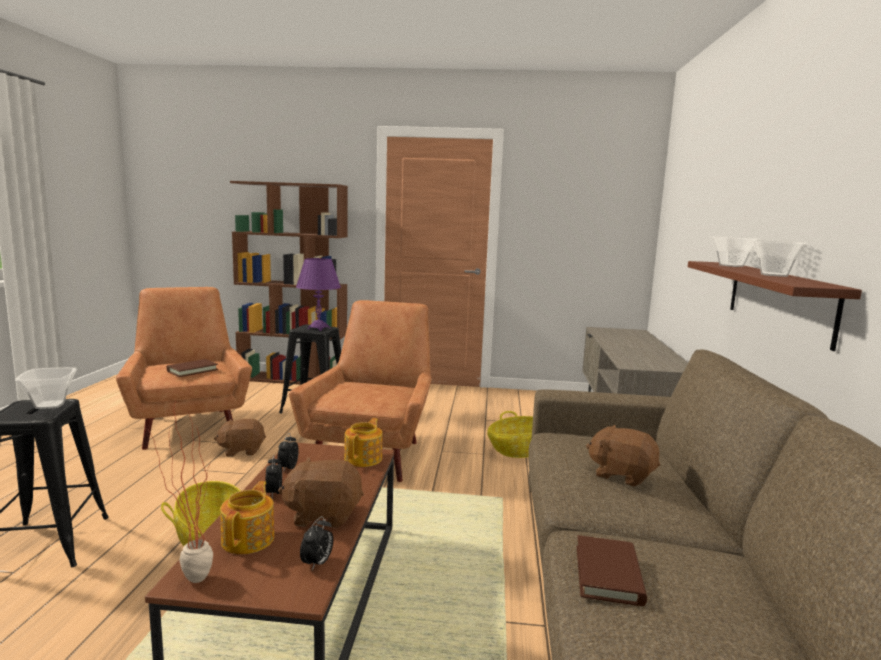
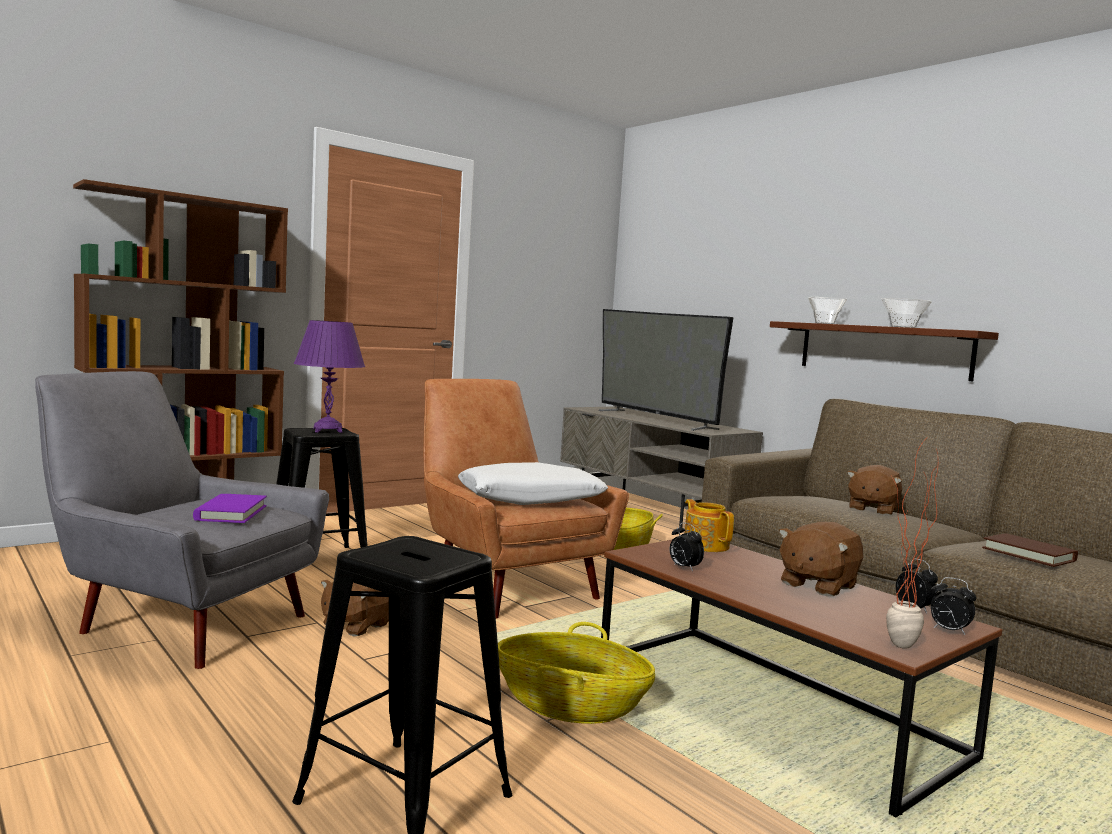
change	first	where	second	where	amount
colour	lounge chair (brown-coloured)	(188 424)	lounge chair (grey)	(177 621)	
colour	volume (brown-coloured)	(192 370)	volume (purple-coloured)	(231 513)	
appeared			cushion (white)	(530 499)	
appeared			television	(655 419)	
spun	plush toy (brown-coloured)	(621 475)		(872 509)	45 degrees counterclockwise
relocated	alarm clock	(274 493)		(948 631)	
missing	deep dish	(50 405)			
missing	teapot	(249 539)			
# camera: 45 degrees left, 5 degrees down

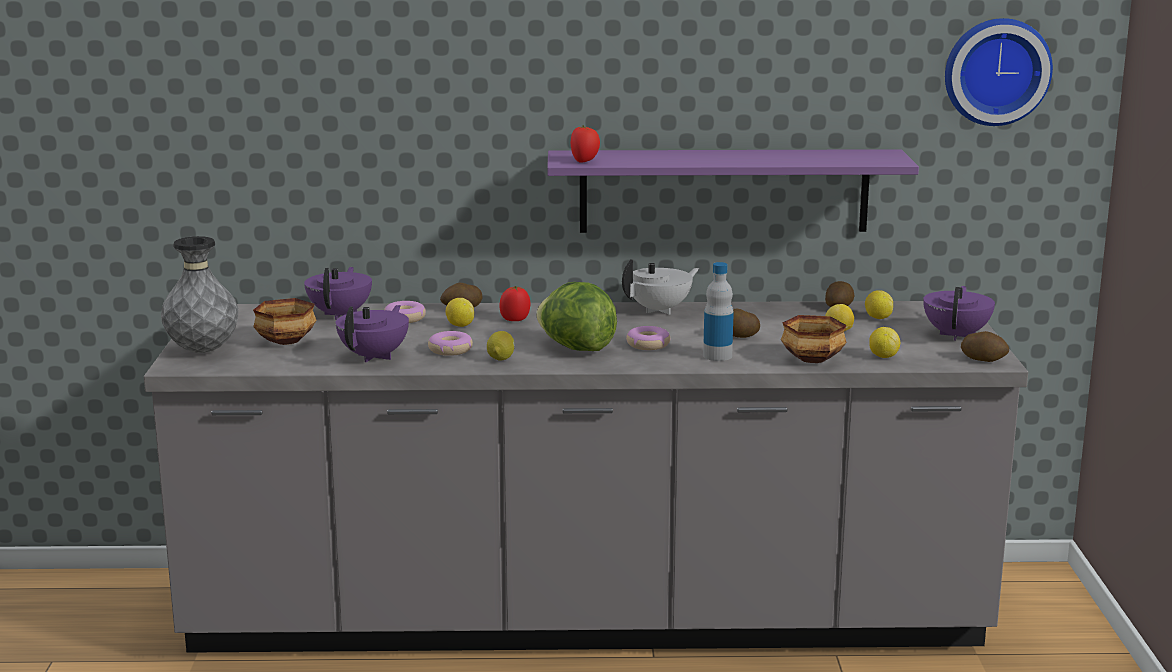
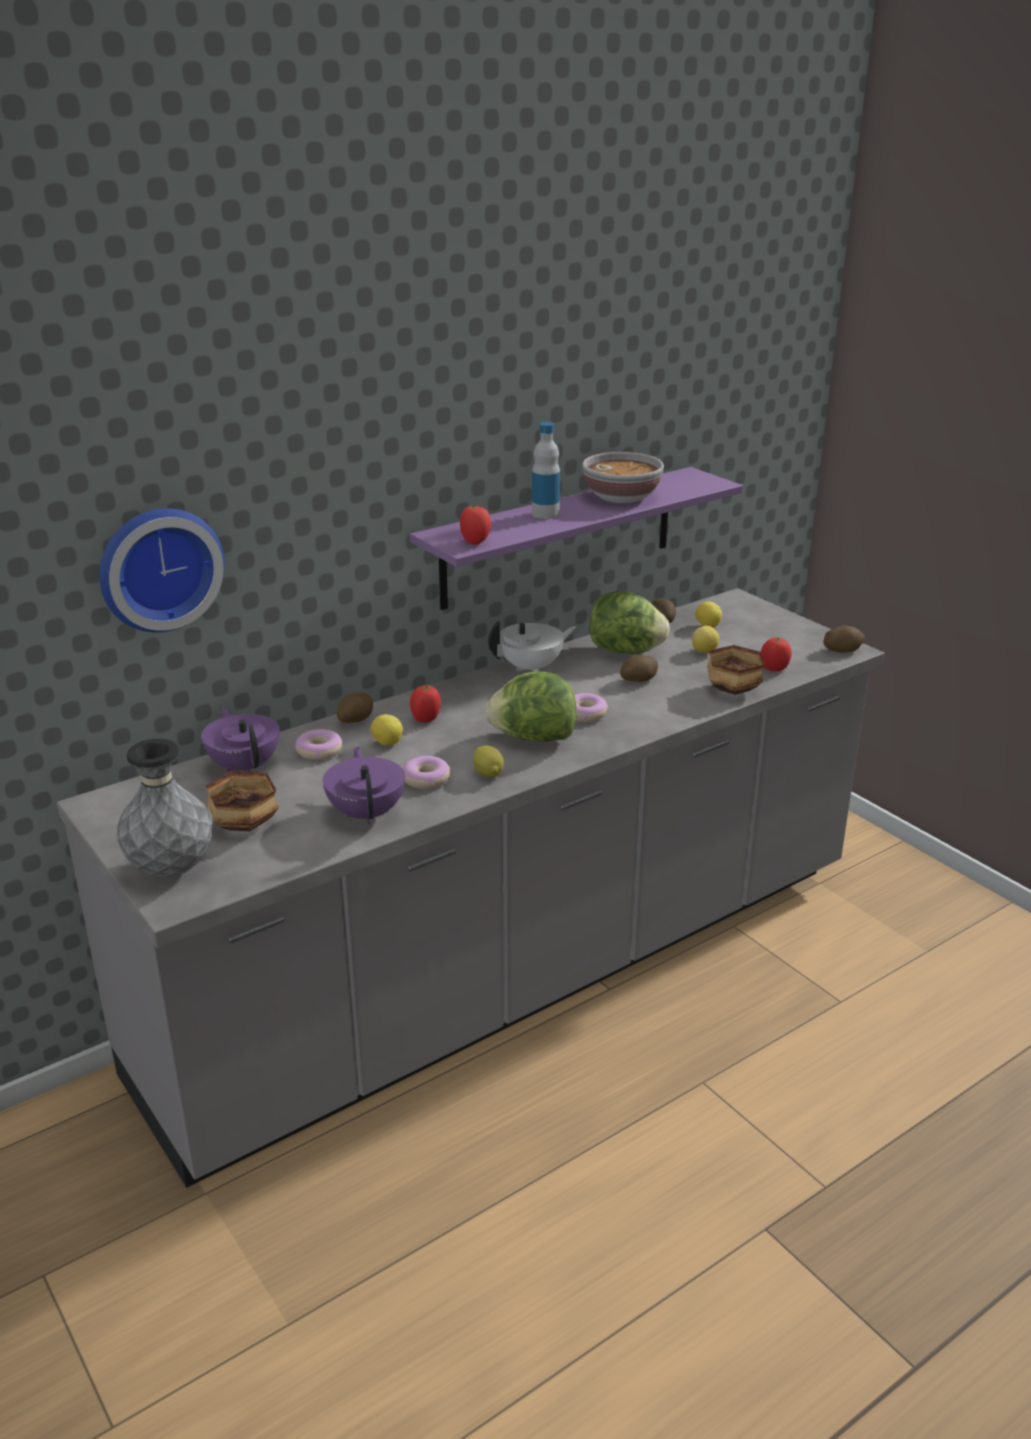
change	first	where	second	where	amount
relocated	wall clock	(995 71)		(158 567)	
spun	teapot (white)	(660 310)		(532 668)	45 degrees clockwise
relocated	beverage bottle	(717 356)		(545 514)	
appeared			deep dish	(622 497)	
appeared			lettuce head	(626 651)	
exchanged	citrus fruit	(883 356)	fresh tomato	(774 669)	
missing	teapot (purple-coloured)	(957 335)			
# camera: 35 degrees left, 10 degrees up

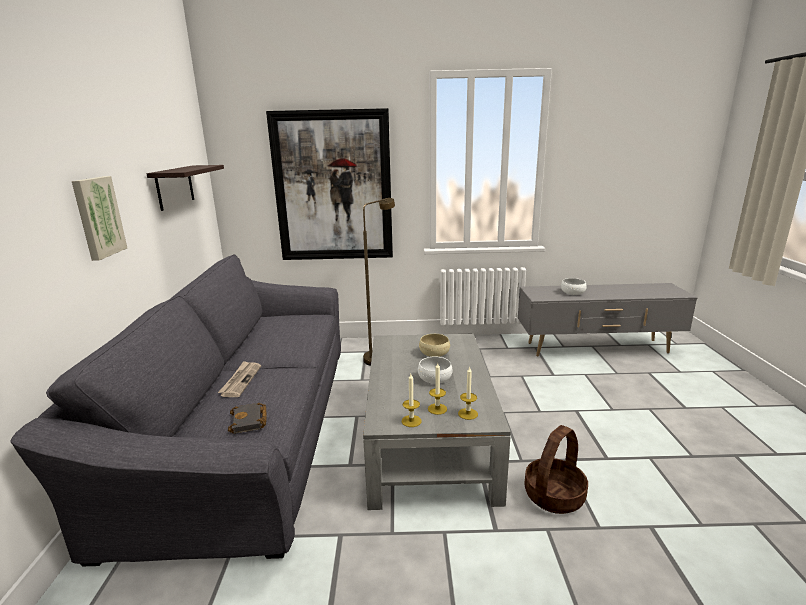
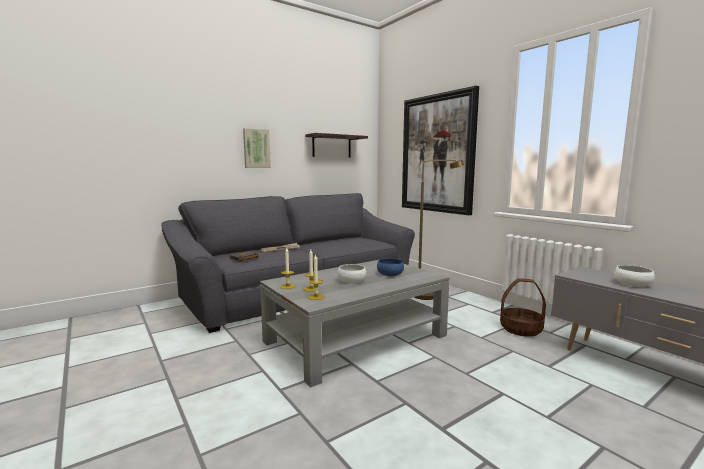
change	first	where	second	where	amount
colour	deep dish (beige)	(434 353)	deep dish (bluish)	(390 274)	
relocated	storage basket	(554 495)		(521 329)	
# camera: 55 degrees right, 10 degrees down

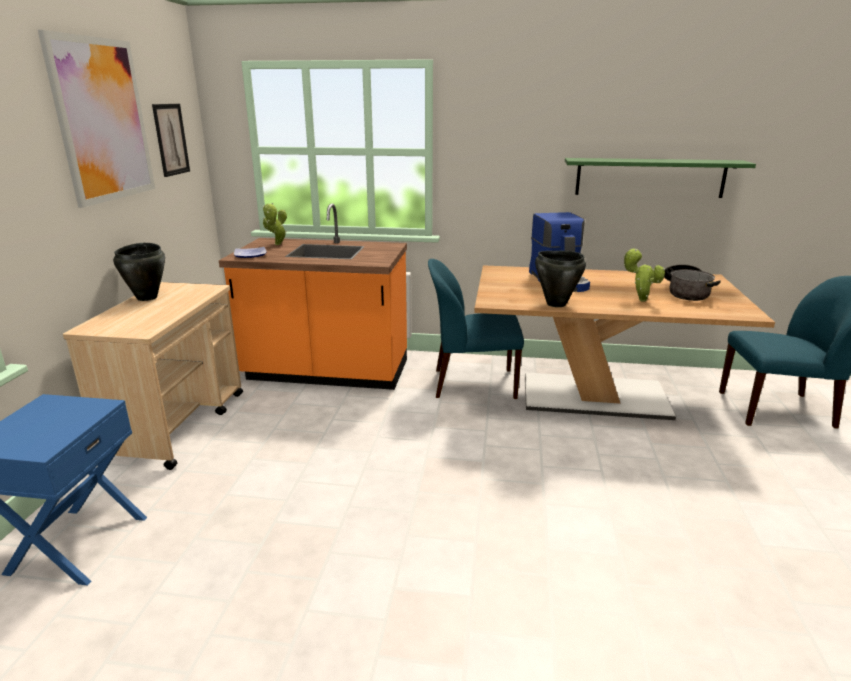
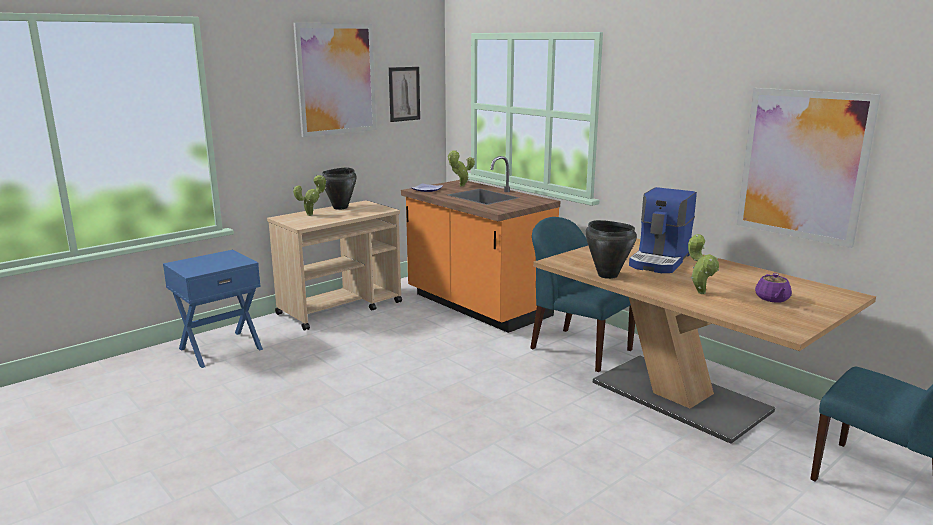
change	first	where	second	where	amount
appeared			potted plant	(312 215)	
exchanged	wall shelf (green)	(649 177)	wall art	(803 165)	
exchanged	stockpot	(685 292)	teapot (purple-coloured)	(772 299)	
# camera: 40 degrees right, 5 degrees down

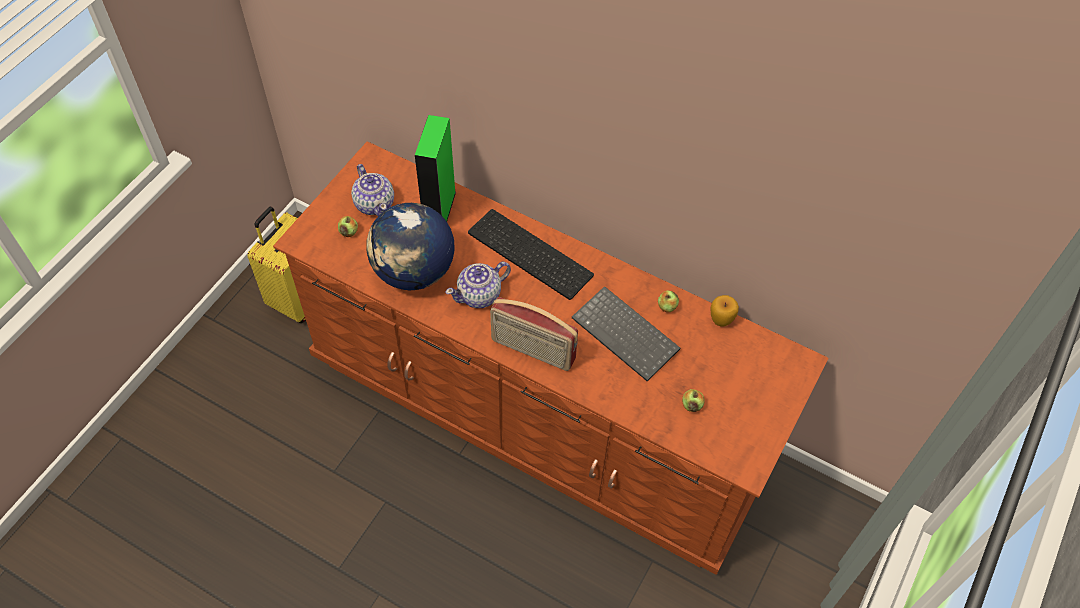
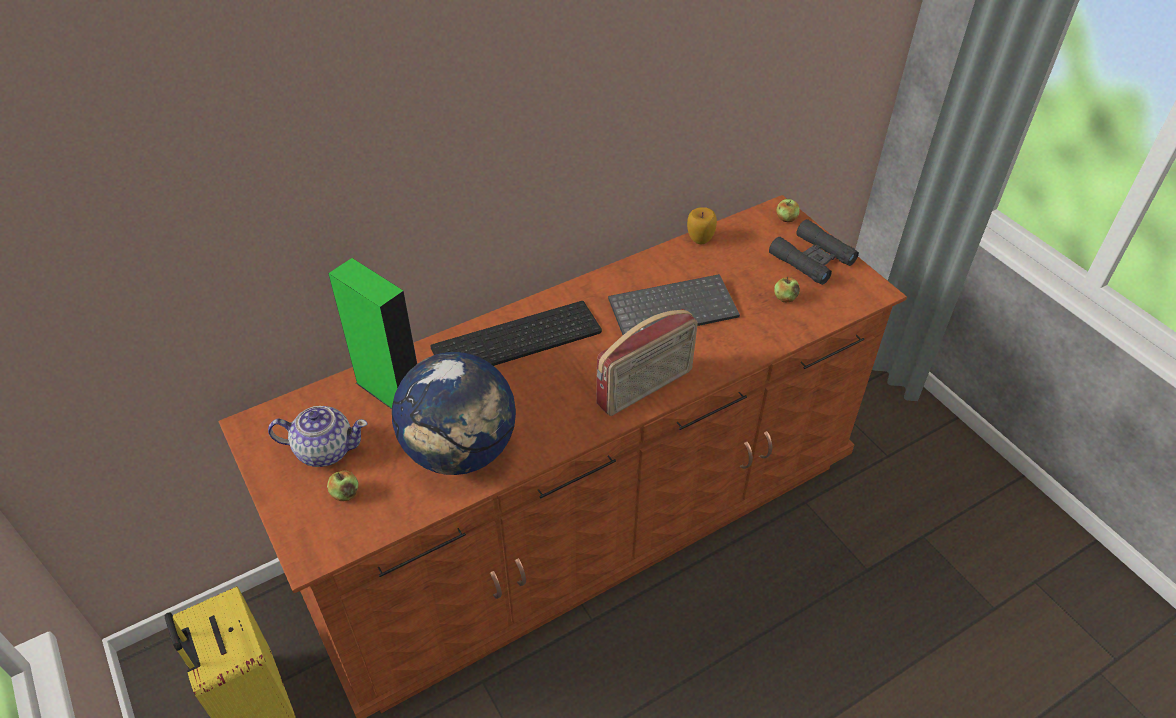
change	first	where	second	where	amount
appeared			field glasses (blackish)	(812 259)	
relocated	whole apple	(667 306)		(786 218)	
missing	teapot	(480 295)			
# camera: 60 degrees left, 10 degrees down

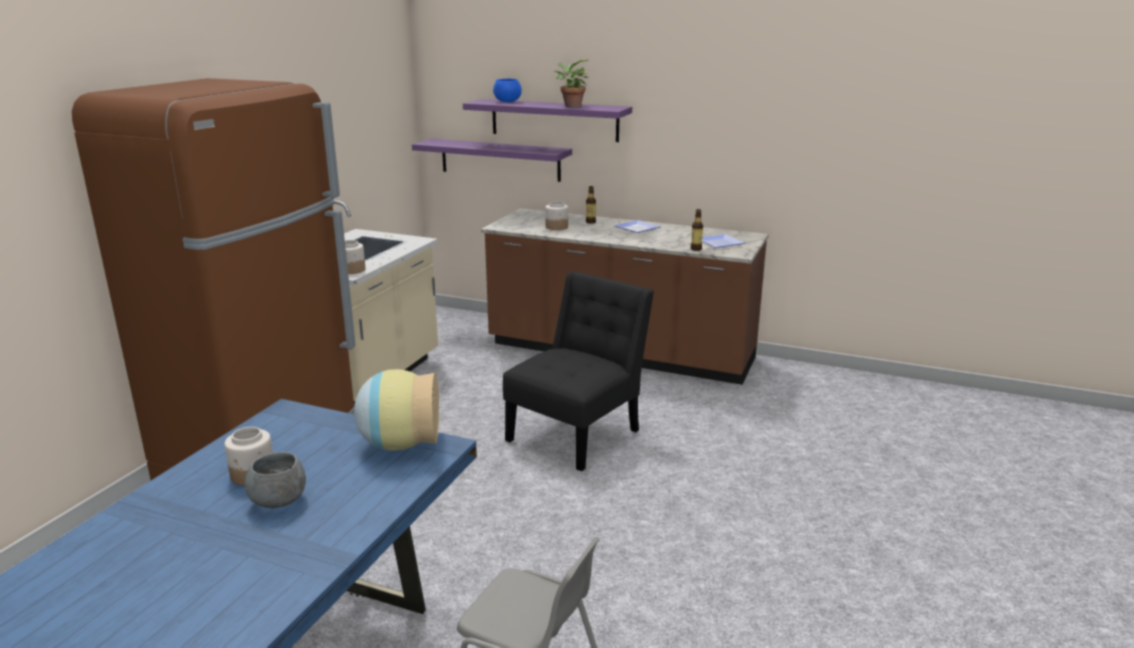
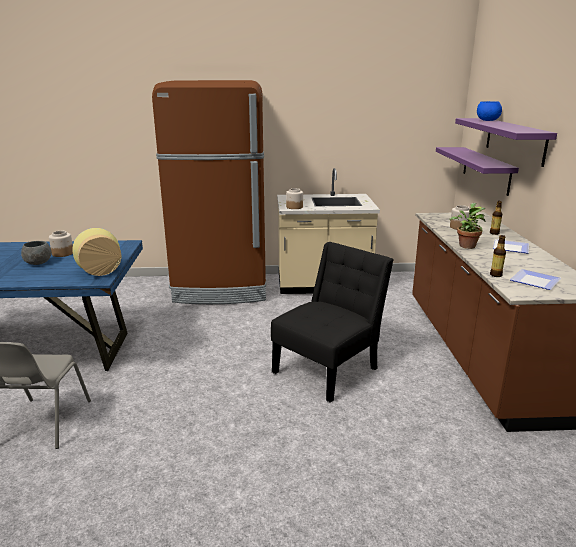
change	first	where	second	where	amount
spun	upright chair (blackish)	(578 433)		(329 368)	60 degrees counterclockwise
relocated	potted plant	(570 106)		(466 245)	
# camera: 65 degrees right, 0 degrees up

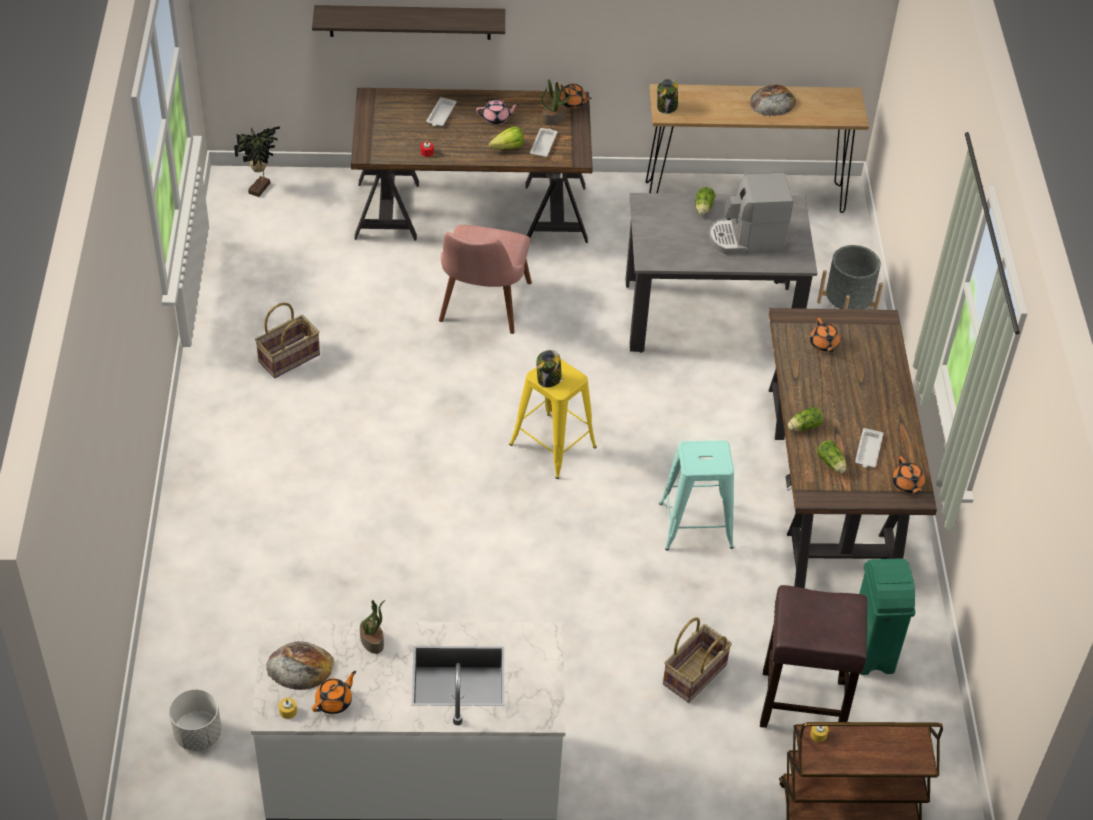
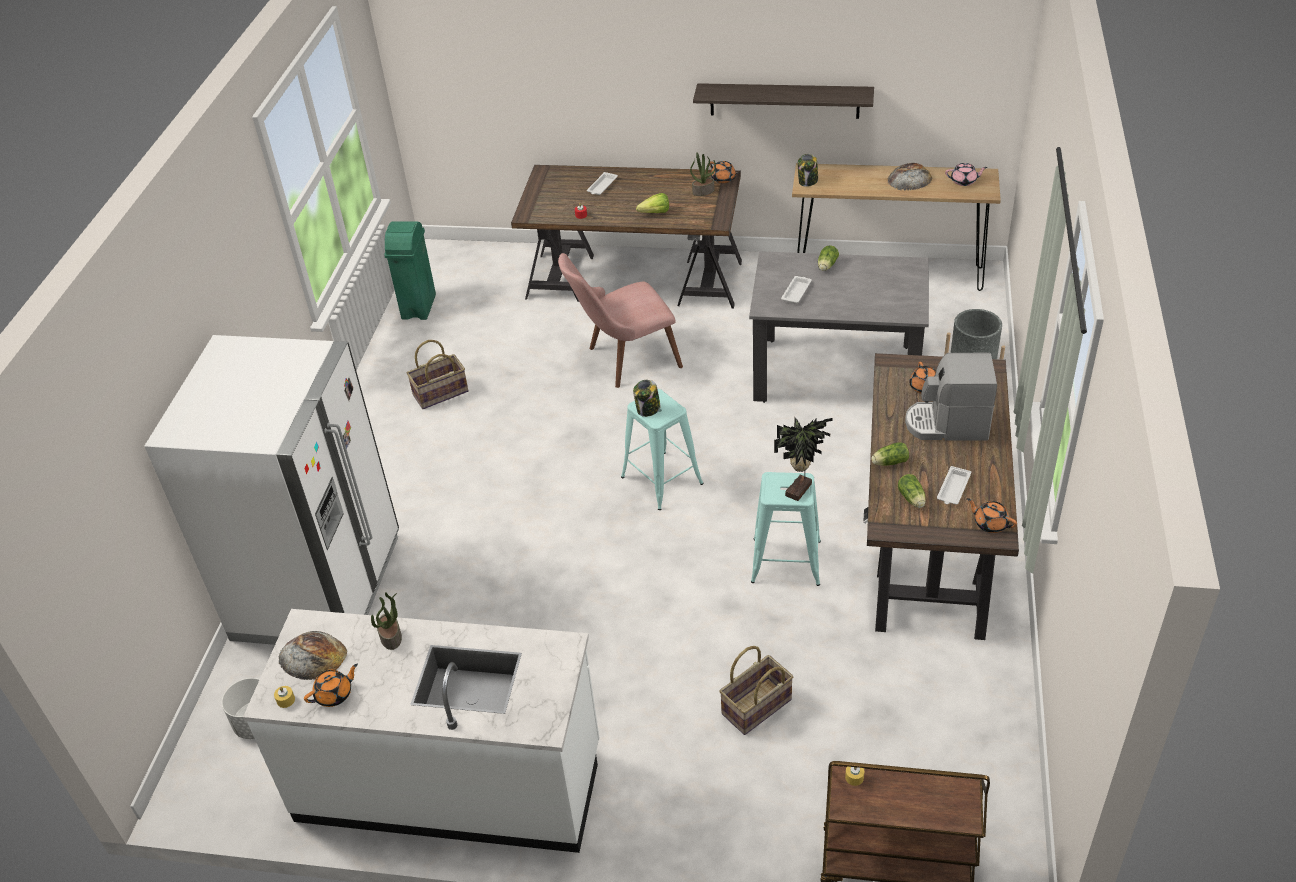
change	first	where	second	where	amount
appeared			refrigerator (white)	(319 587)	
relocated	trash can (green)	(871 652)		(418 307)	
spun	upright chair (pink-coloured)	(482 310)		(623 361)	45 degrees clockwise
colour	stool (yellow)	(553 446)	stool (turquoise)	(662 480)	
relocated	wall shelf	(410 22)		(784 100)	
relocated	potted plant	(261 188)		(800 490)	
relocated	tray (white)	(543 144)		(796 291)	
relocated	coffee brewer	(746 239)		(947 425)	
relocated	teapot (pink-coloured)	(496 118)		(964 181)	
spun	teapot (orange)	(907 484)		(990 523)	135 degrees clockwise
missing	stool (brown-coloured)	(800 703)			
# camera: 15 degrees right, 5 degrees down

